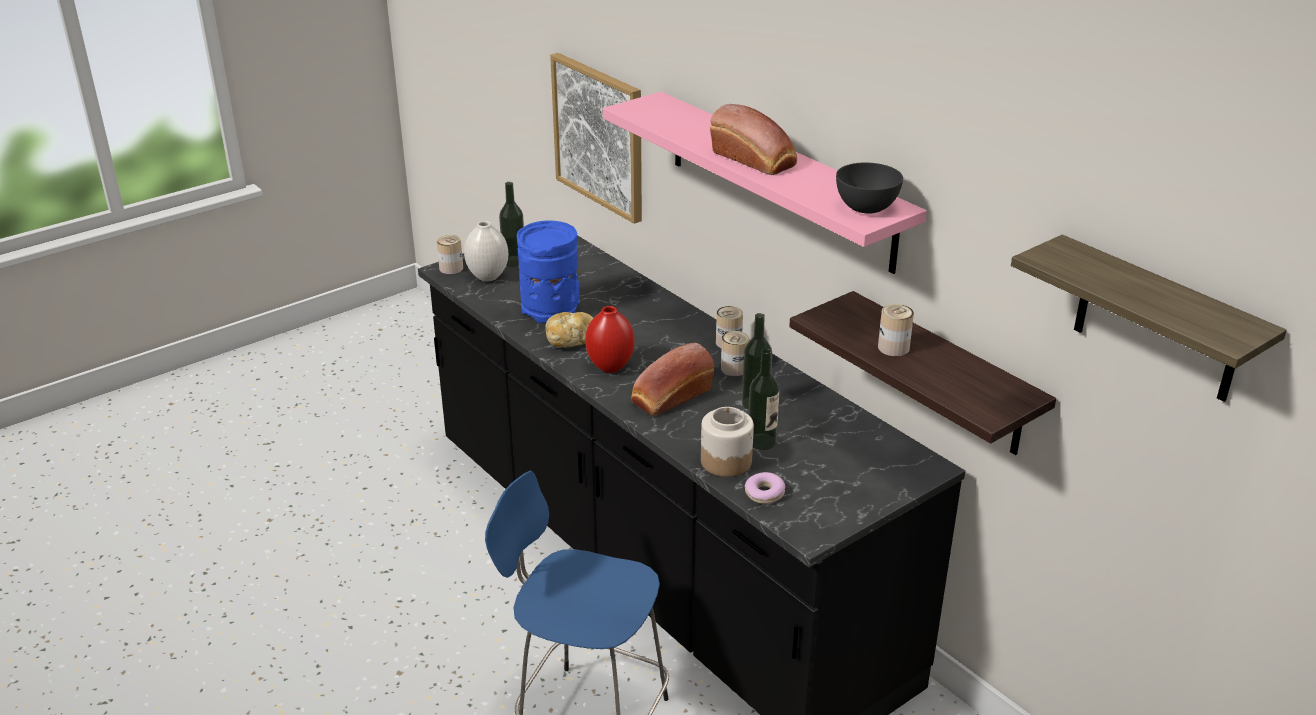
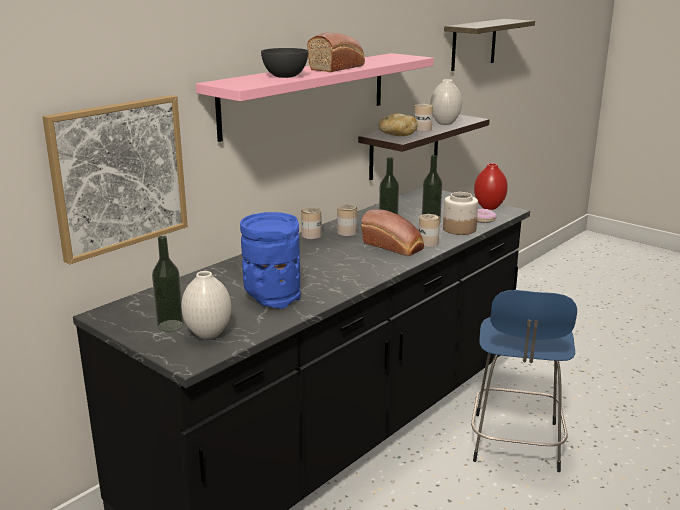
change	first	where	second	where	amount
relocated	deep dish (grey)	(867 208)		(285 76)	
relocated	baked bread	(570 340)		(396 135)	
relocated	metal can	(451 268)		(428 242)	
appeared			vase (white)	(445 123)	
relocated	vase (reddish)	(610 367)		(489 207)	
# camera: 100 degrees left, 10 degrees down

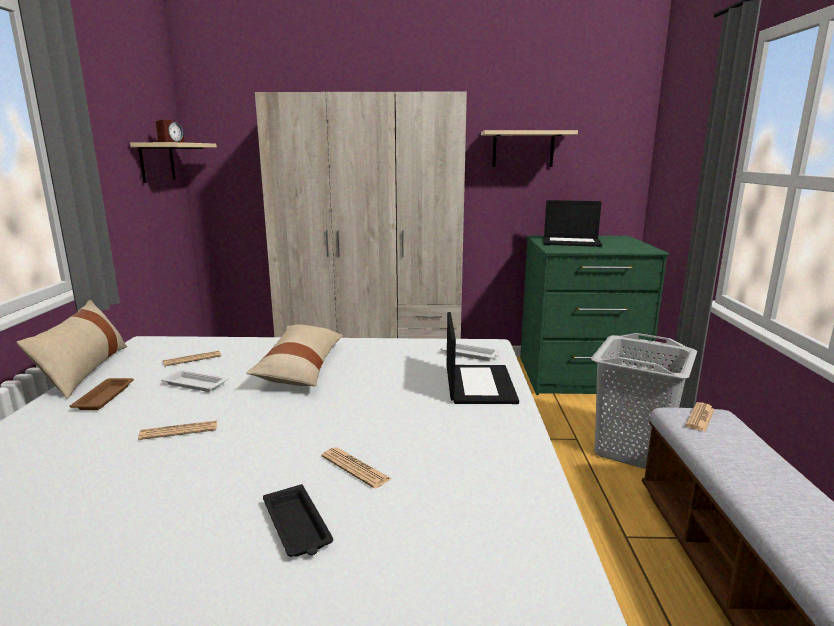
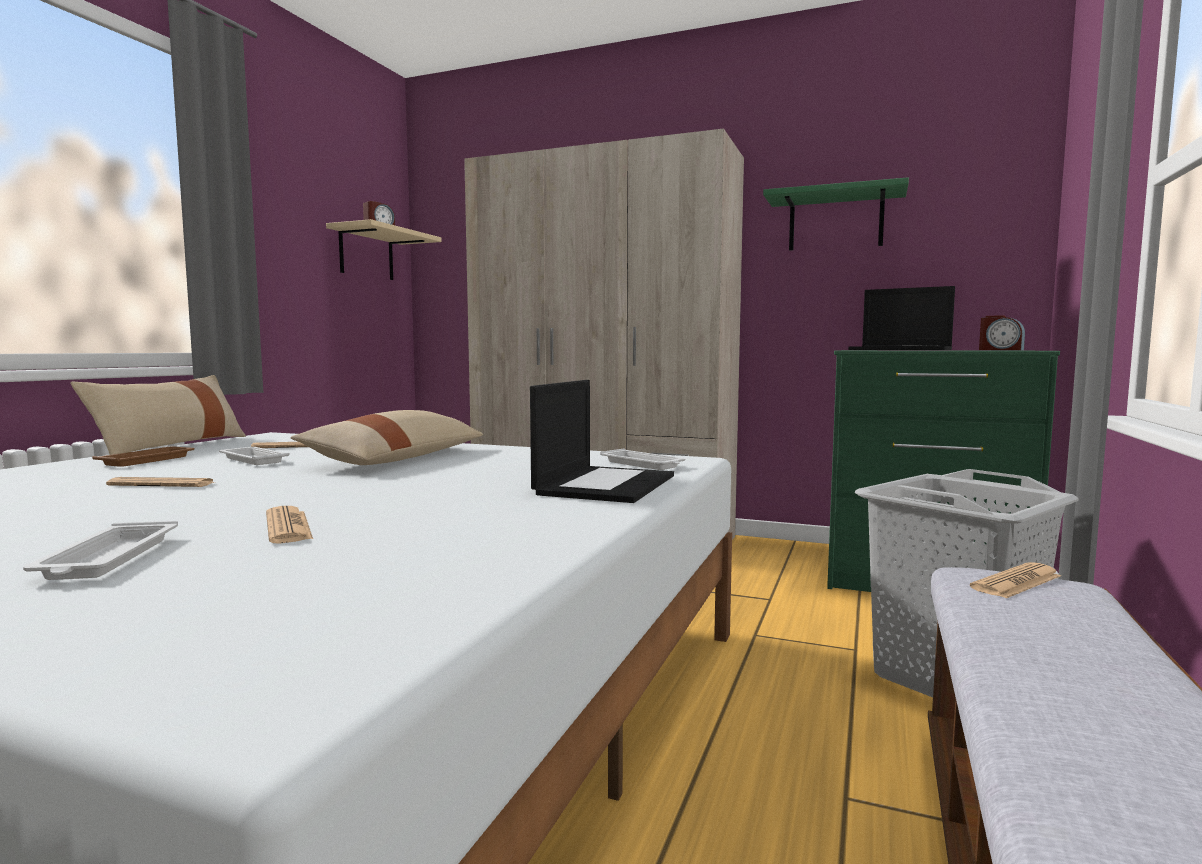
change	first	where	second	where	amount
colour	tray (blackish)	(297 527)	tray (white)	(108 559)	
colour	wall shelf (beige)	(523 149)	wall shelf (green)	(835 222)	
appeared			alarm clock	(1000 350)	
# camera: 20 degrees right, 10 degrees down

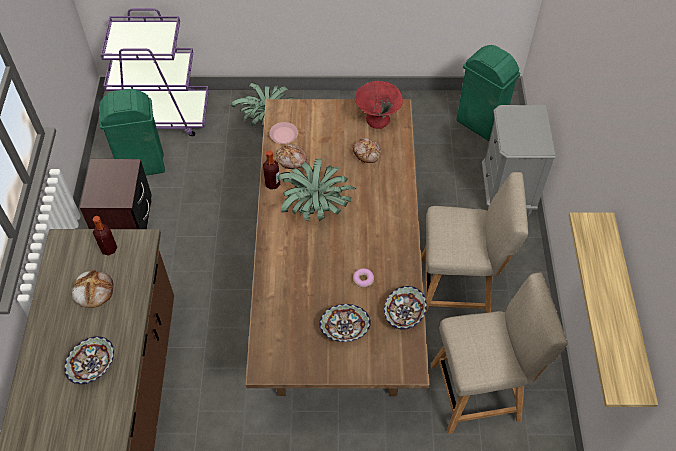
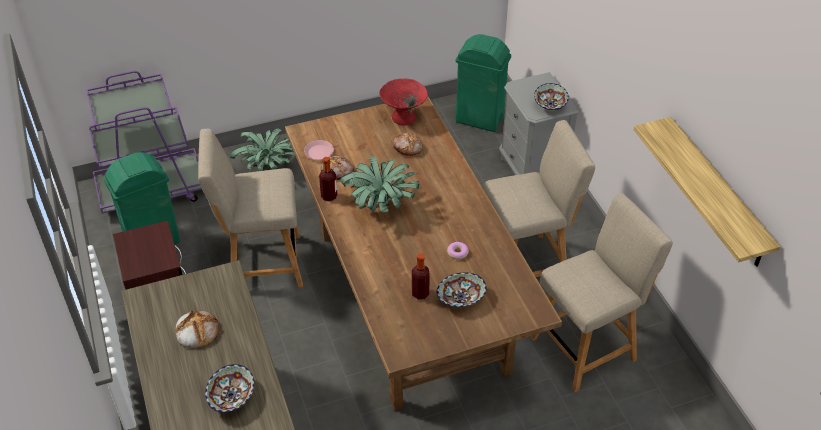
change	first	where	second	where	amount
appeared			upright chair (beige)	(261 264)	
relocated	beverage bottle	(109 249)		(420 293)	
relocated	deep dish	(404 314)		(550 105)	
# camera: 20 degrees left, 10 degrees down

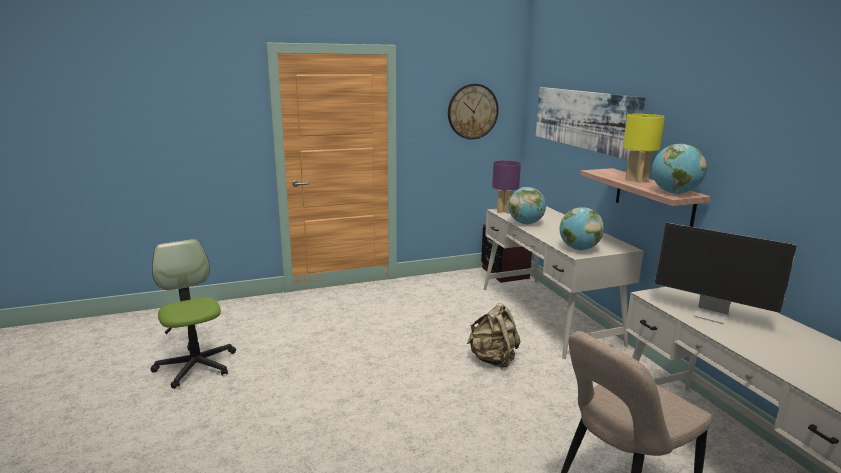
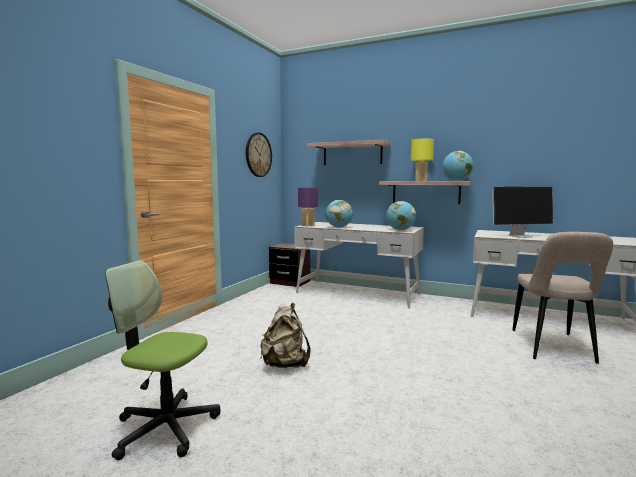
change	first	where	second	where	amount
relocated	knapsack (beige)	(493 359)		(285 364)	
exchanged	wall art	(584 119)	wall shelf	(352 154)	
# camera: 45 degrees left, 10 degrees down

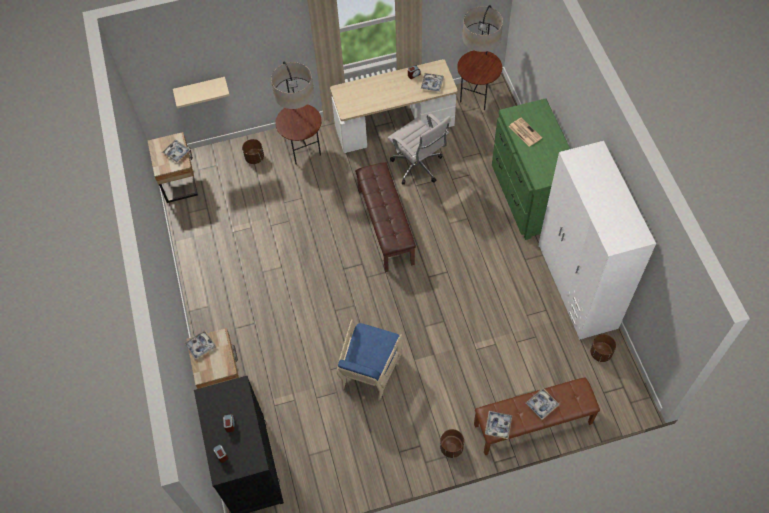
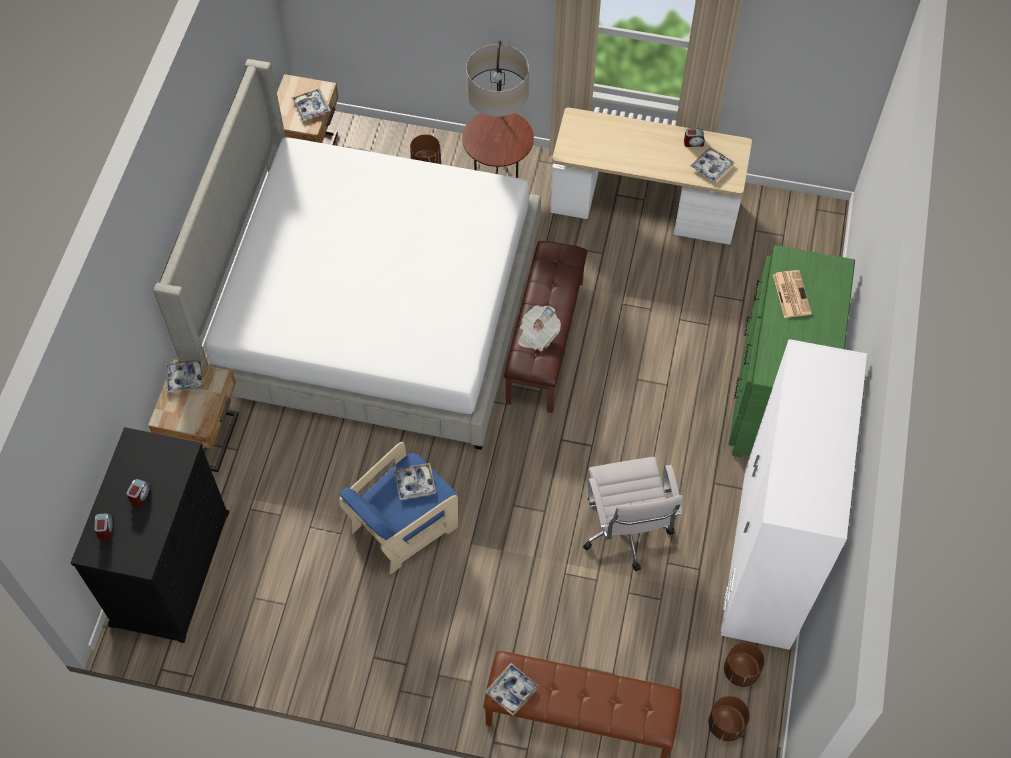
change	first	where	second	where	amount
appeared			bedroom bed	(372 308)	
relocated	tray	(542 405)		(415 483)	
appeared			printed paper	(537 334)	
relocated	office chair (white)	(418 167)		(626 532)	
relocated	plant pot (brown-coloured)	(451 447)		(725 724)	
missing	wall shelf (beige)	(200 89)			
missing	standing lamp	(477 96)			
# camera: 25 degrees right, 0 degrees up

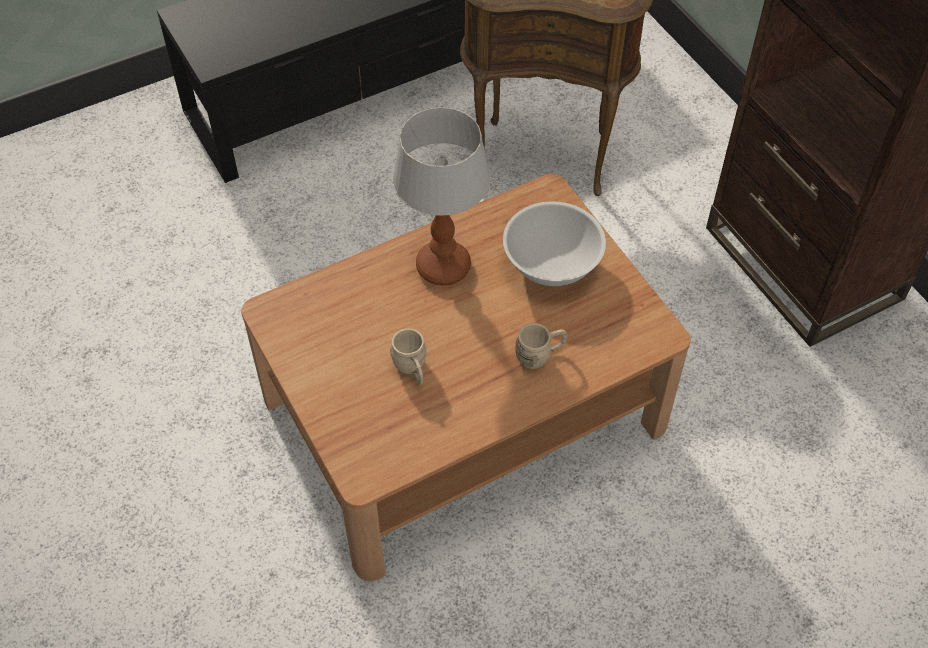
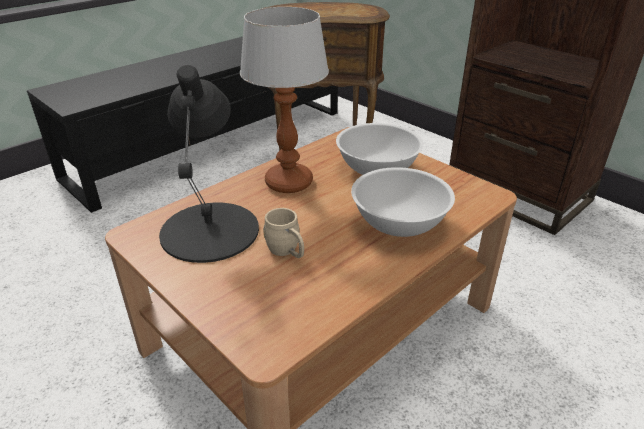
change	first	where	second	where	amount
appeared			table lamp (blackish)	(211 230)	
exchanged	mug (beige)	(540 355)	deep dish (white)	(400 223)	
# camera: 15 degrees left, 20 degrees down

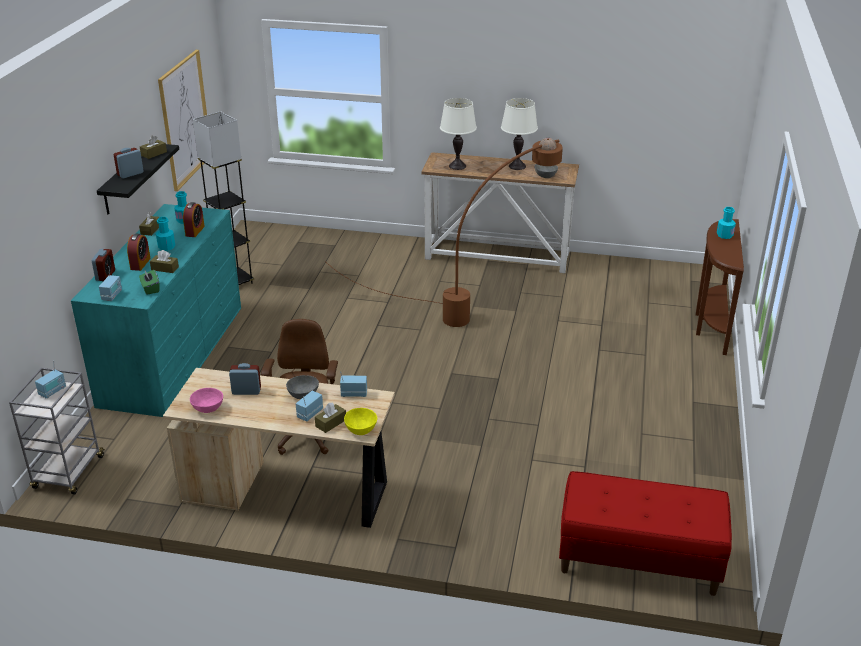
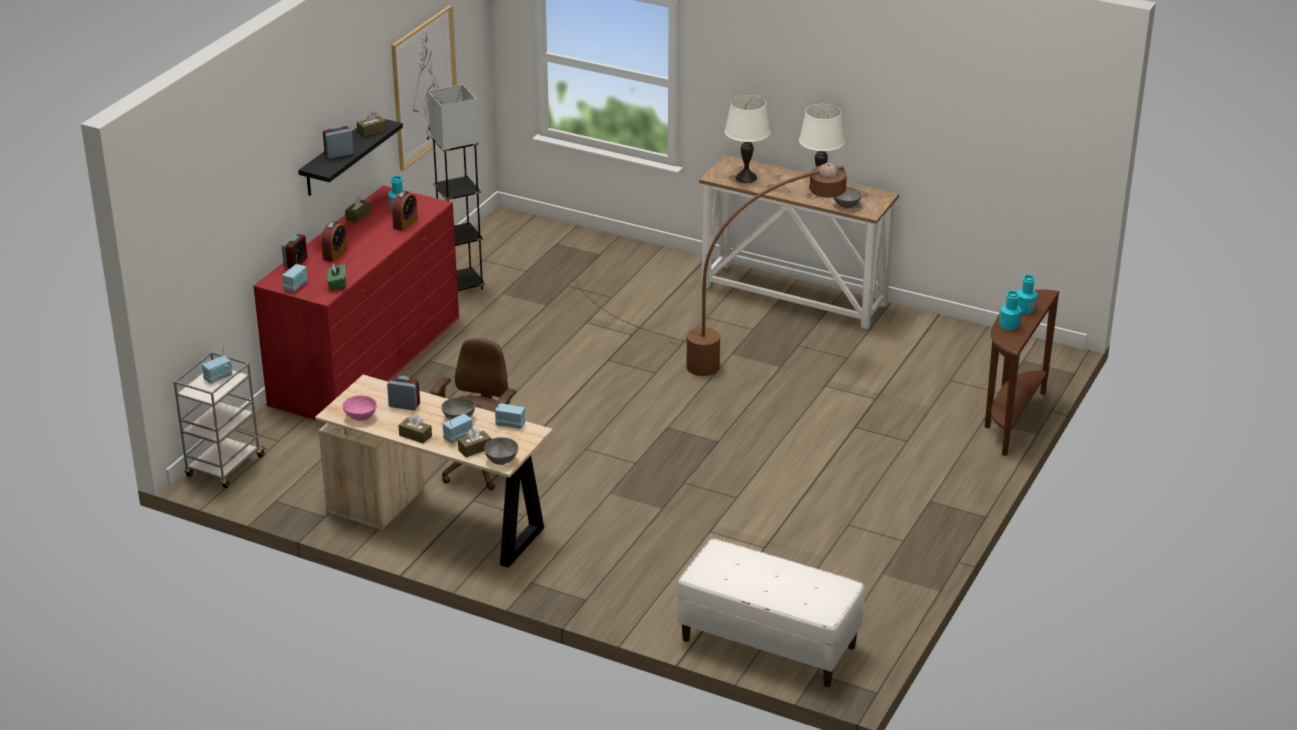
change	first	where	second	where	amount
colour	drawer chest (turquoise)	(173 354)	drawer chest (reddish)	(366 360)	
relocated	box of tissues (brown-coloured)	(165 268)		(415 435)	
colour	deep dish (yellow)	(361 429)	deep dish (grey)	(502 459)	
colour	indoor bench (reddish)	(638 560)	indoor bench (white)	(768 643)	
relocated	beverage bottle (turquoise)	(166 247)		(1009 325)	
# camera: 15 degrees right, 0 degrees up

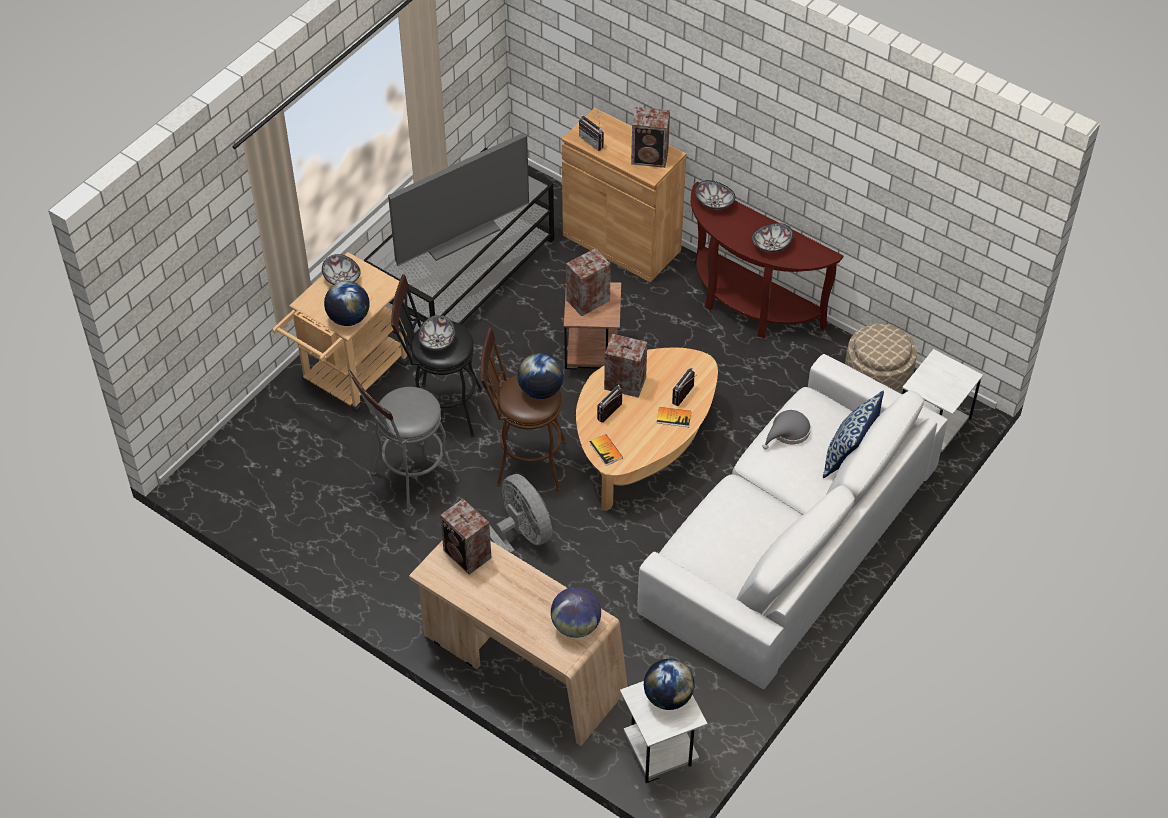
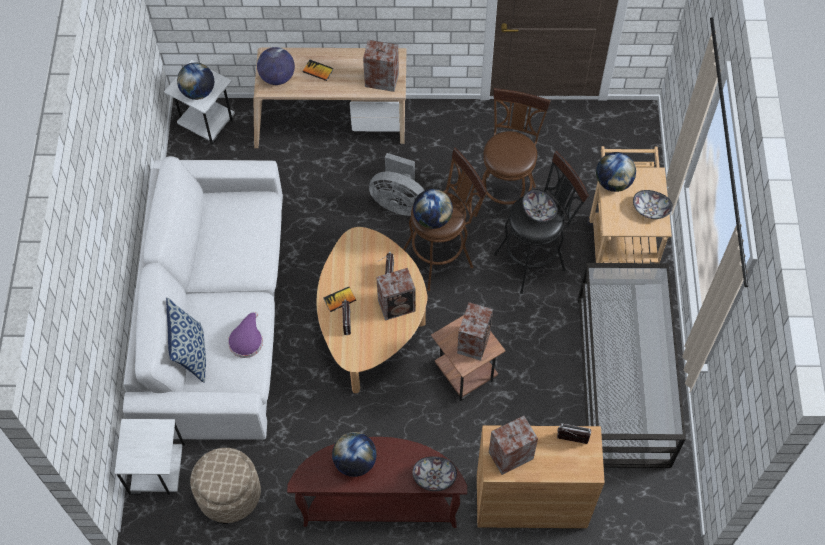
change	first	where	second	where	amount
colour	wearable hat (grey)	(788 432)	wearable hat (purple-coloured)	(246 339)	
relocated	volume	(606 450)		(318 71)	
exchanged	deep dish	(771 245)	world globe	(355 462)	
colour	stool (grey)	(409 481)	stool (brown-coloured)	(506 196)	
missing	television	(459 233)			
# camera: 145 degrees right, 10 degrees up

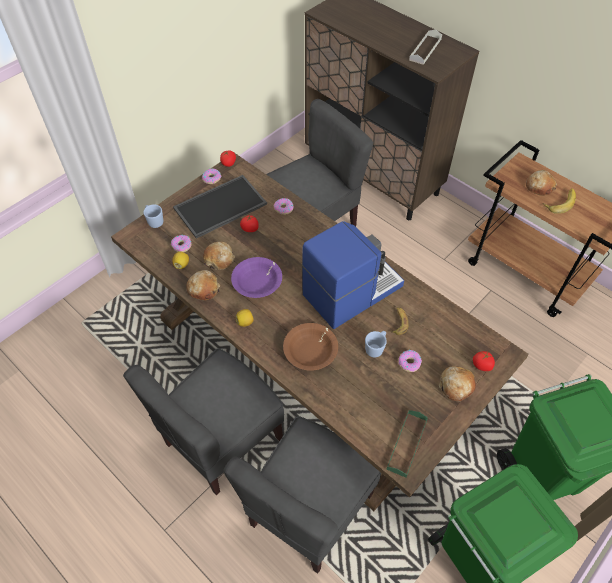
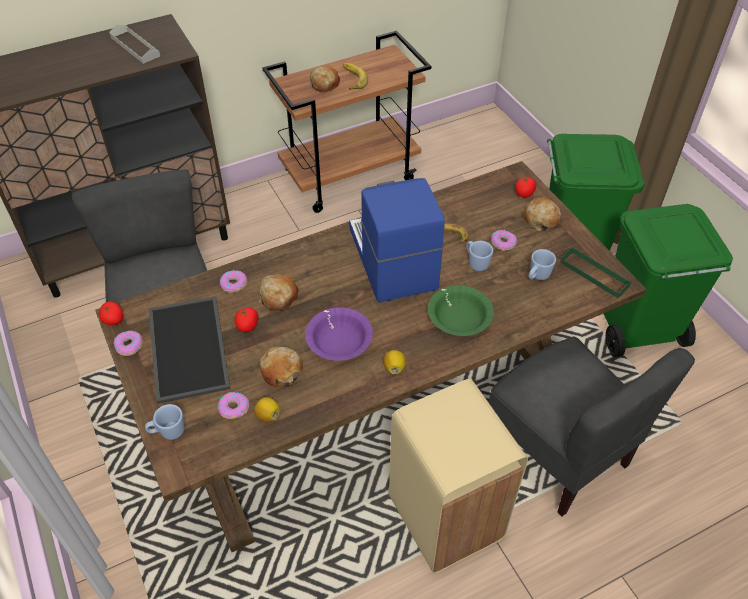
change	first	where	second	where	amount
relocated	baked bread	(204 289)		(278 296)	
exchanged	upright chair (grey)	(222 440)	trash can (beige)	(445 519)	
colour	deep dish (brown-coloured)	(310 351)	deep dish (green)	(459 317)	
appeared			mug (bluish)	(537 276)	
# camera: 70 degrees left, 5 degrees down

